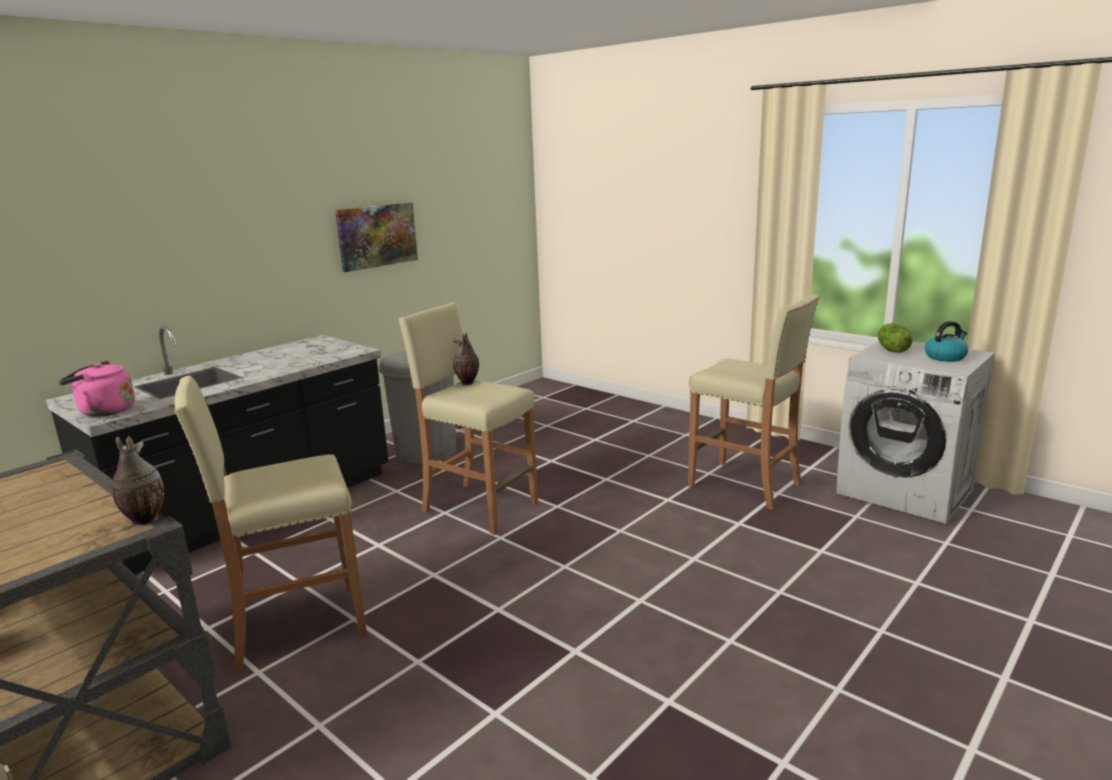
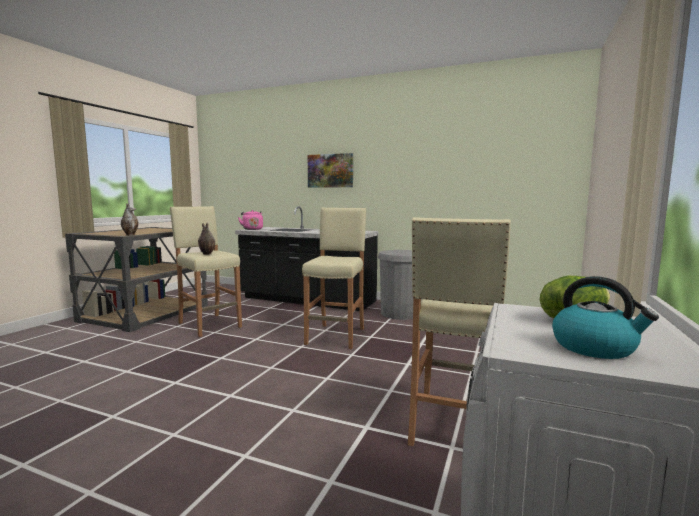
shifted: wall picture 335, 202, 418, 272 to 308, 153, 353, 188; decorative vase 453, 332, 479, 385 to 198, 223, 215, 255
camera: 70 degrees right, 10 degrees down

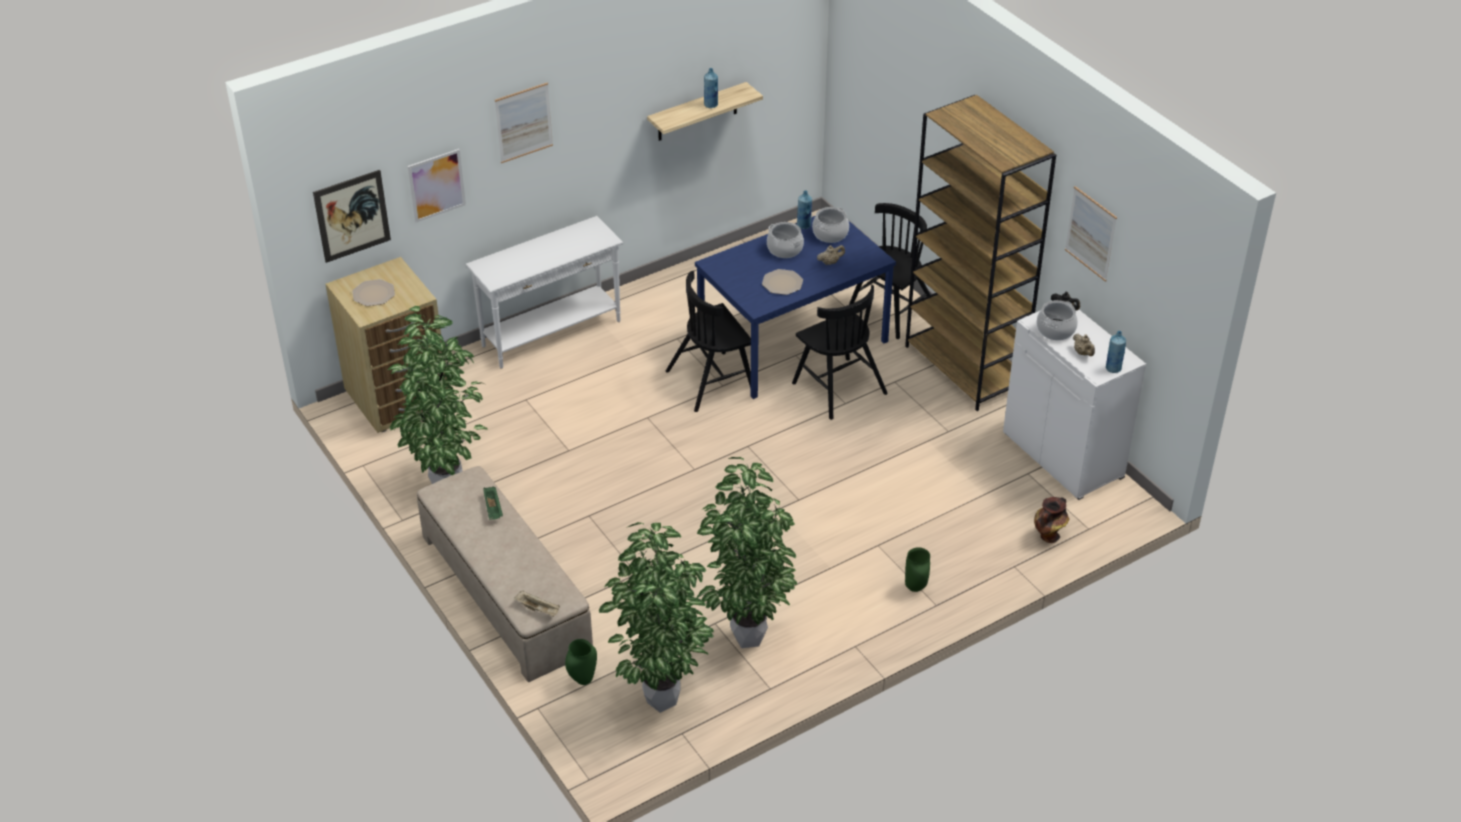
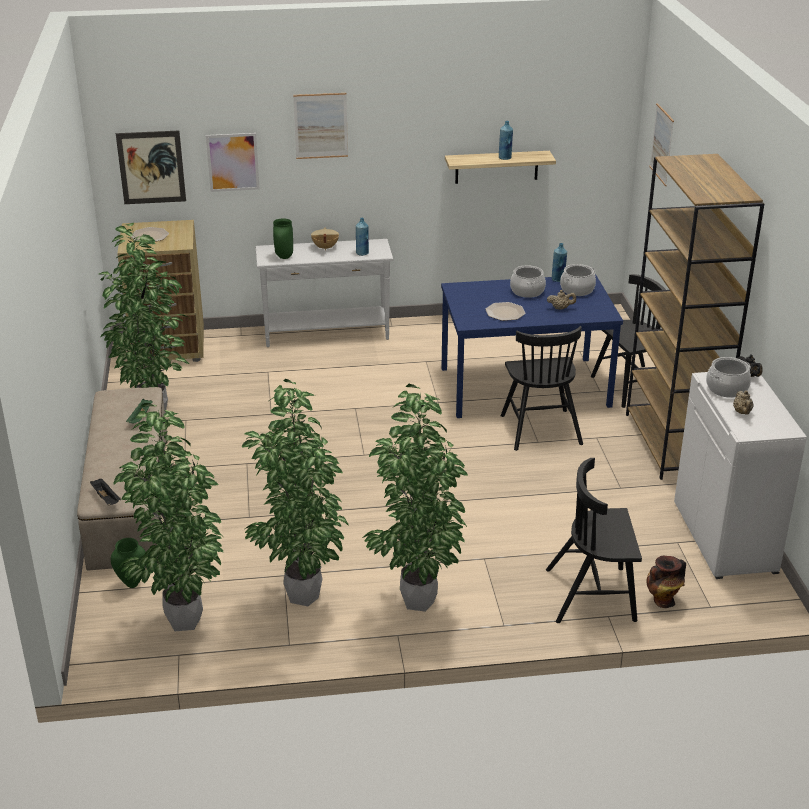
new: cooking pot (sand-coloured) 311, 228, 339, 250; houseplant 362, 384, 468, 612
shifted: chair (blackish) 665, 271, 751, 412 to 546, 458, 642, 623; decorative vase (green) 905, 547, 930, 592 to 273, 218, 293, 259; wall picture 1065, 186, 1117, 282 to 649, 103, 674, 186; bottle (blue) 1106, 331, 1126, 373 to 356, 218, 369, 256
repainted: tray (sand-coloured) 514, 591, 560, 617 to tray (blackish) 90, 478, 121, 505
camera: 25 degrees right, 10 degrees down

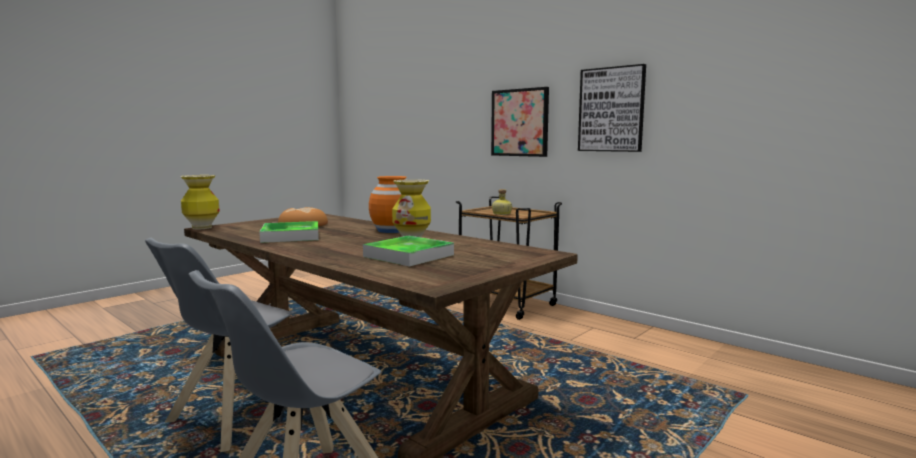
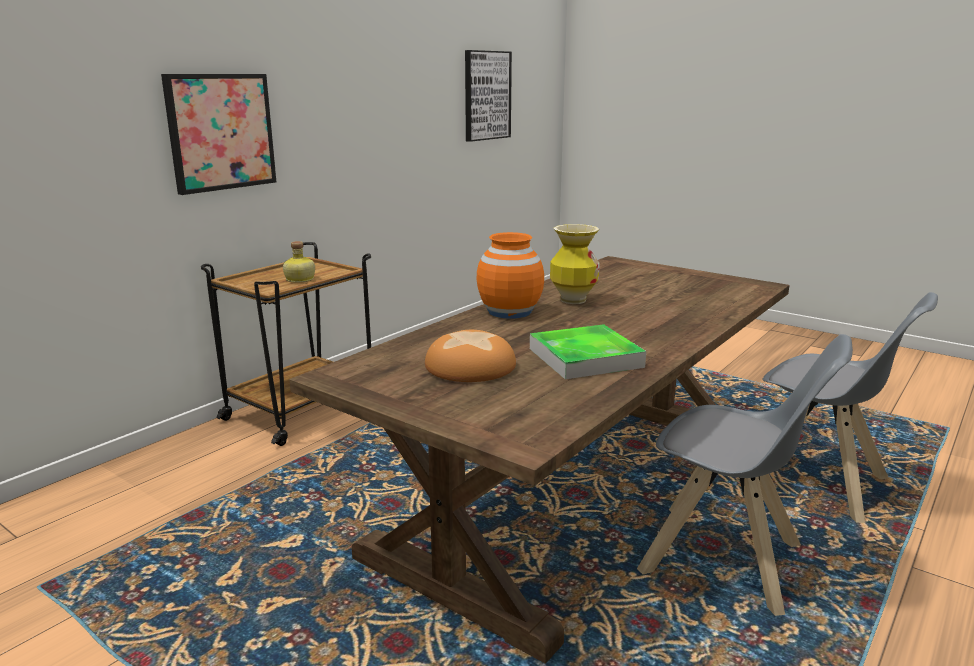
gone: decorative vase 180, 175, 220, 229; tray 363, 236, 454, 267
shifted: wall picture 578, 64, 646, 152 to 465, 50, 512, 142
camera: 95 degrees left, 10 degrees up

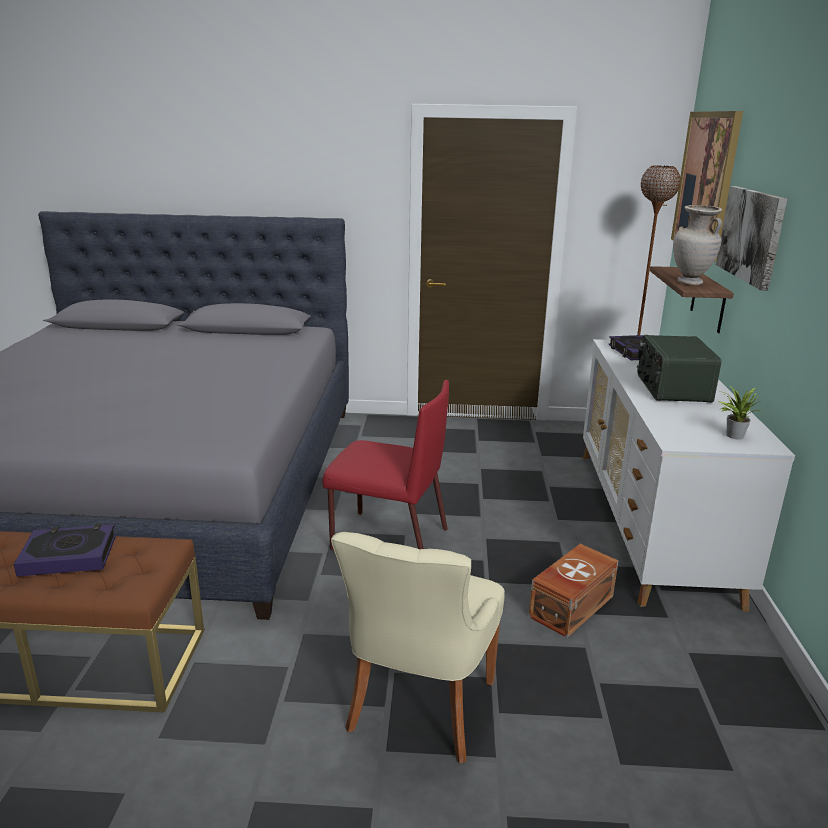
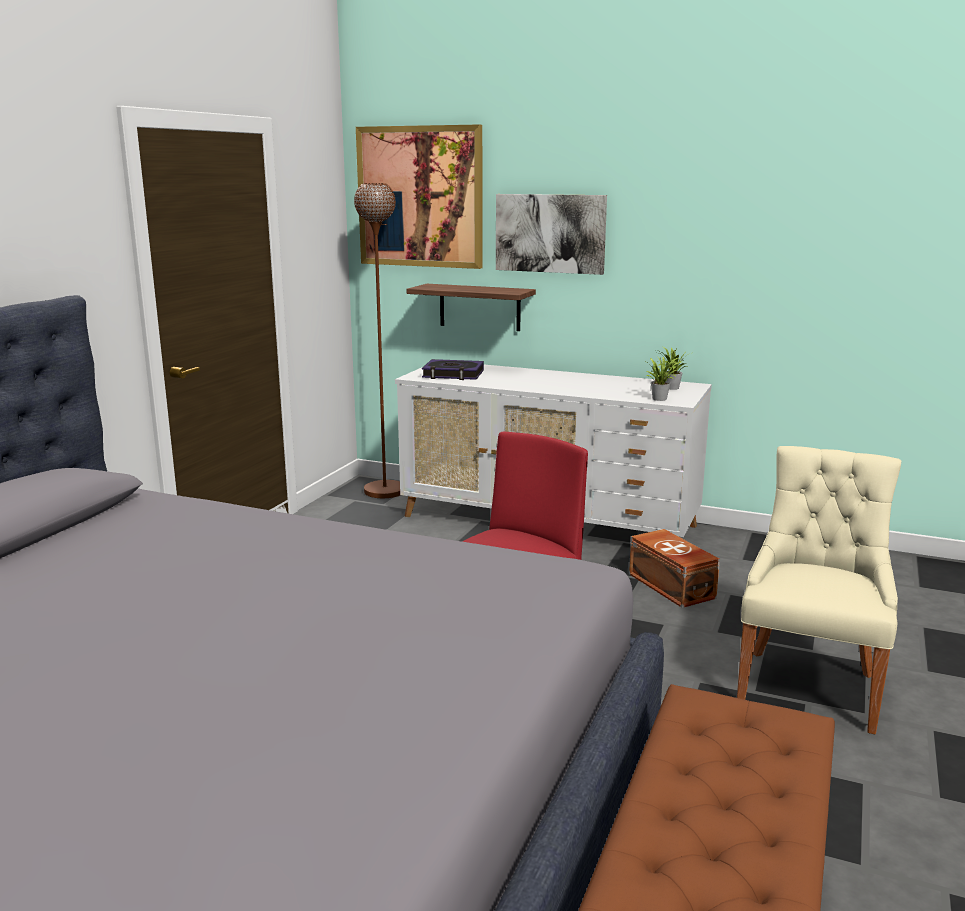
gone: volume 14, 524, 116, 577; radio receiver 637, 335, 721, 402; decorative vase (sand-coloured) 673, 205, 722, 285
new: houseplant 644, 356, 682, 401
rotated: chair (sand-coloured) 331, 532, 505, 764 = 737, 446, 901, 734 105 degrees counterclockwise
camera: 70 degrees left, 5 degrees down

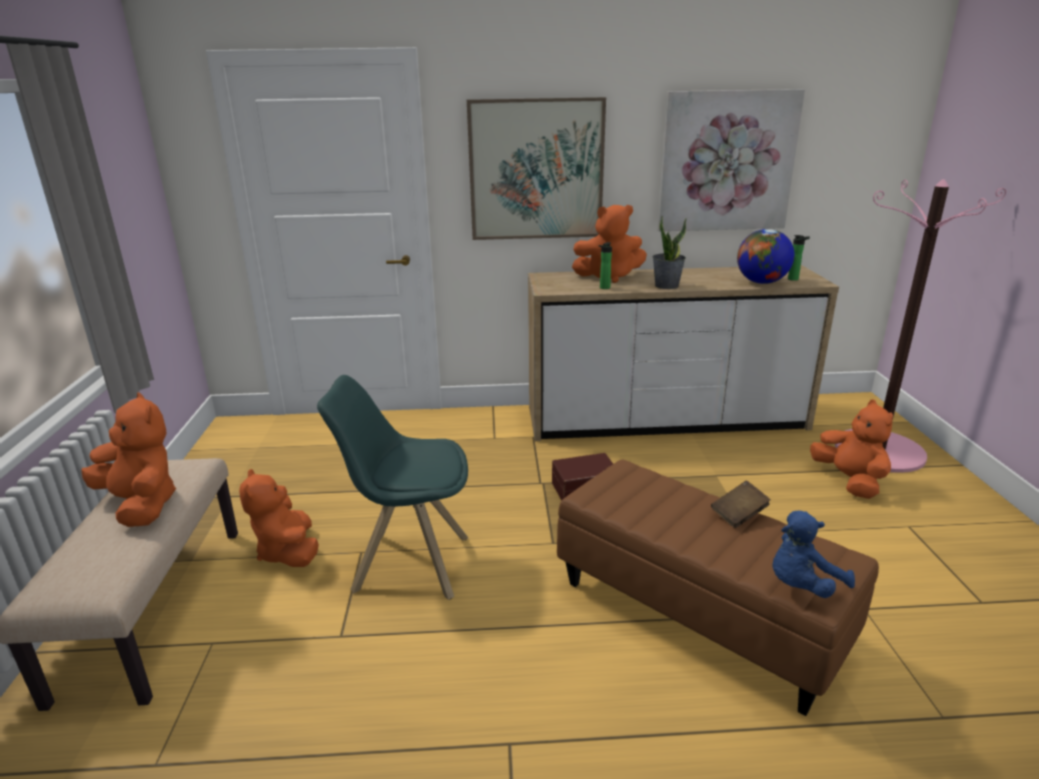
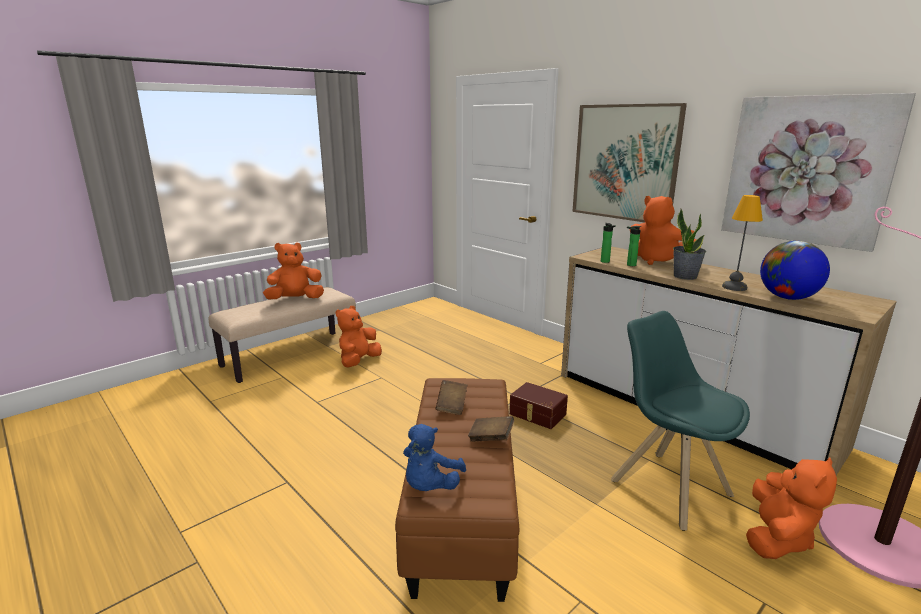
new: volume (brownish) 436, 380, 467, 415; table lamp 722, 195, 763, 291
shifted: chair (turquoise) 317, 375, 468, 600 to 611, 311, 750, 531; bottle 788, 235, 810, 281 to 601, 223, 616, 263
rotated: cuddly toy (orangey) 81, 392, 176, 527 = 263, 242, 324, 299 120 degrees counterclockwise; cuddly toy (blue) 772, 511, 855, 598 = 403, 424, 466, 491 90 degrees counterclockwise
camera: 50 degrees right, 5 degrees down

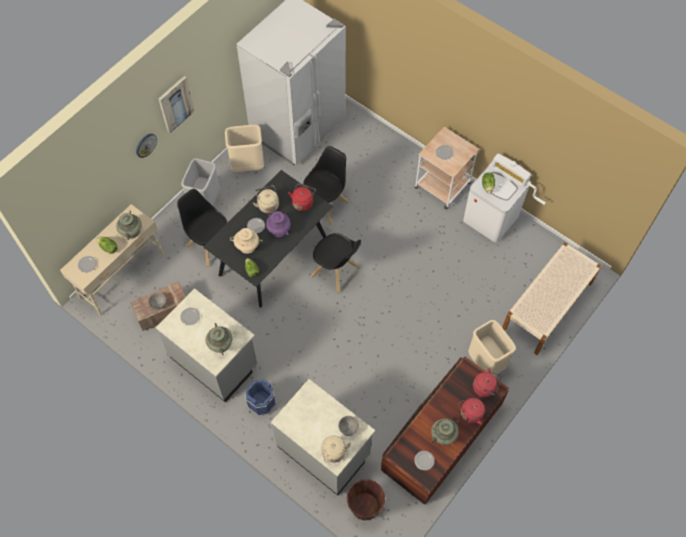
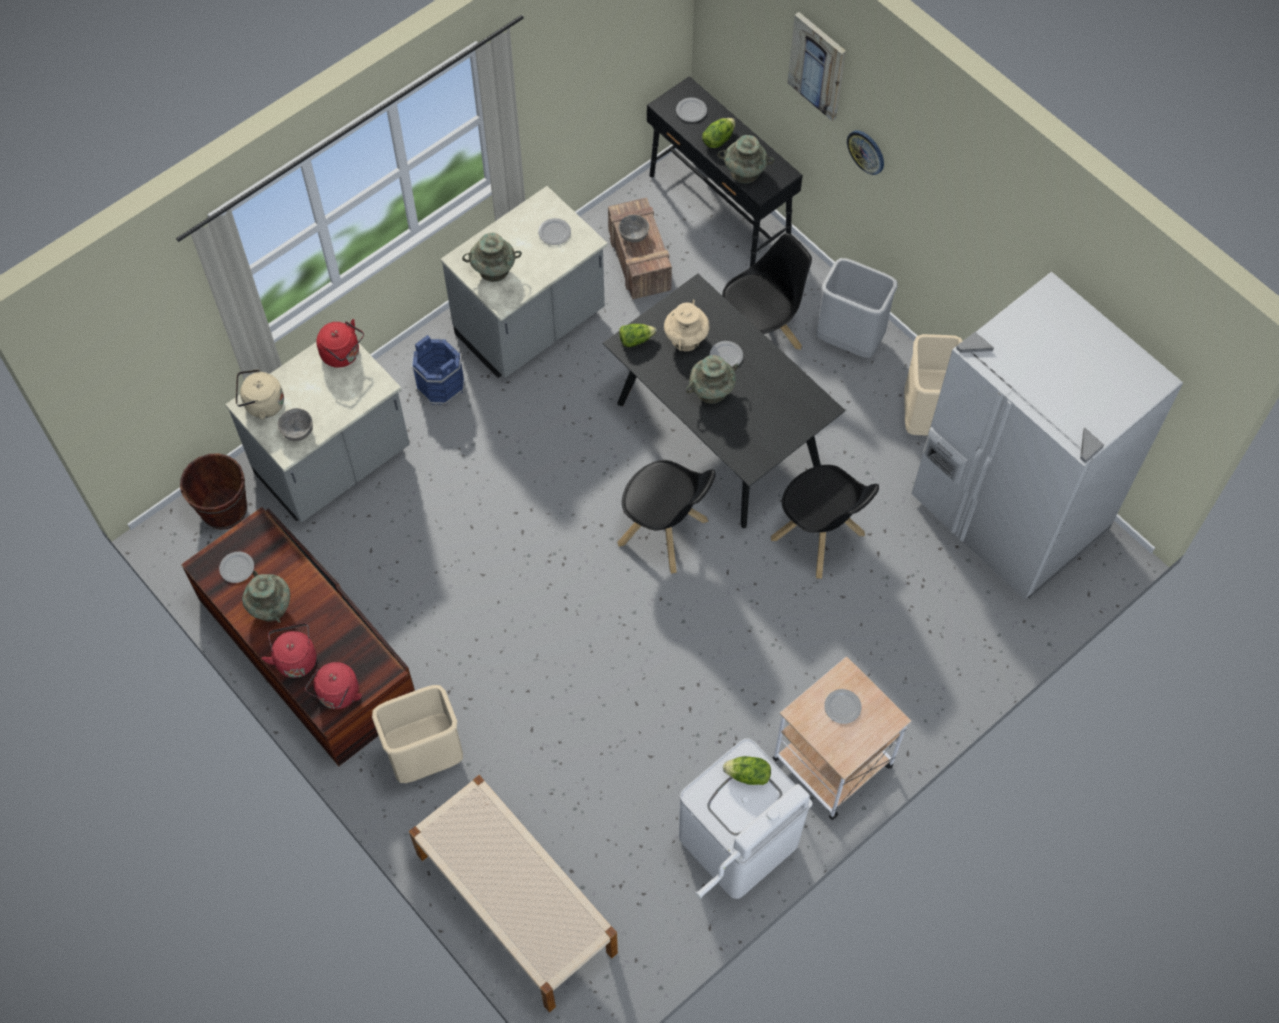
gone: kettle (sand-coloured) 253, 185, 279, 213
shifted: wall picture 158, 76, 194, 133 to 787, 12, 846, 121; kettle (reddish) 288, 183, 316, 211 to 316, 319, 364, 368
repainted: console table (sand-coloured) 60, 204, 164, 316 to console table (blackish) 647, 76, 803, 267; decorative vase (purple) 266, 211, 291, 237 to decorative vase (turquoise) 686, 355, 738, 404
rotated: chair (blackish) 311, 233, 361, 293 = 617, 460, 715, 574 105 degrees counterclockwise
camera: 100 degrees right, 0 degrees up

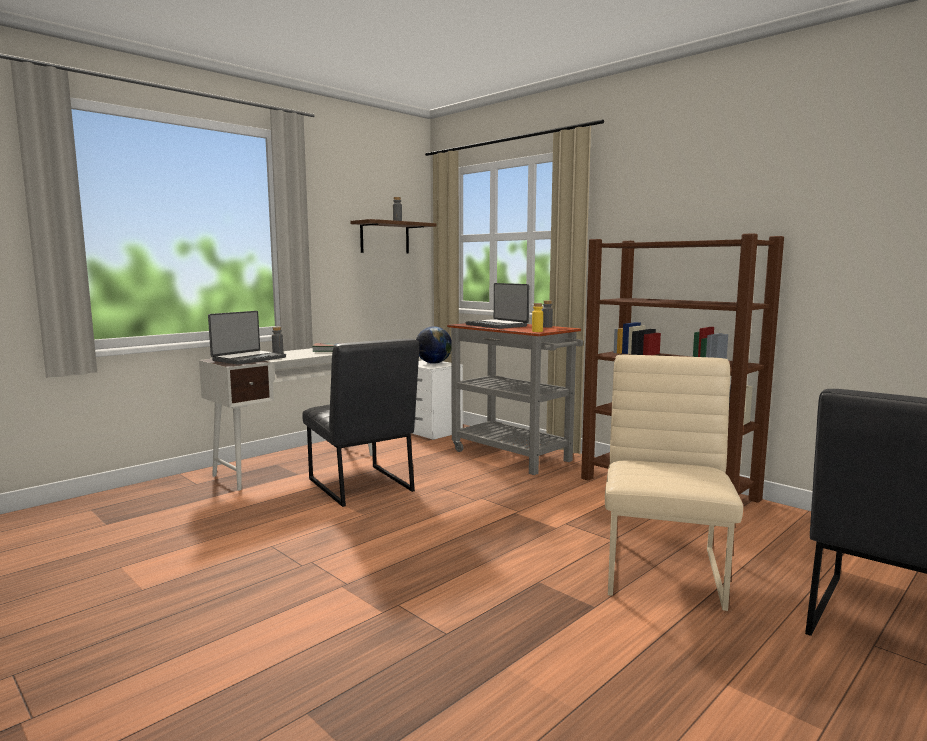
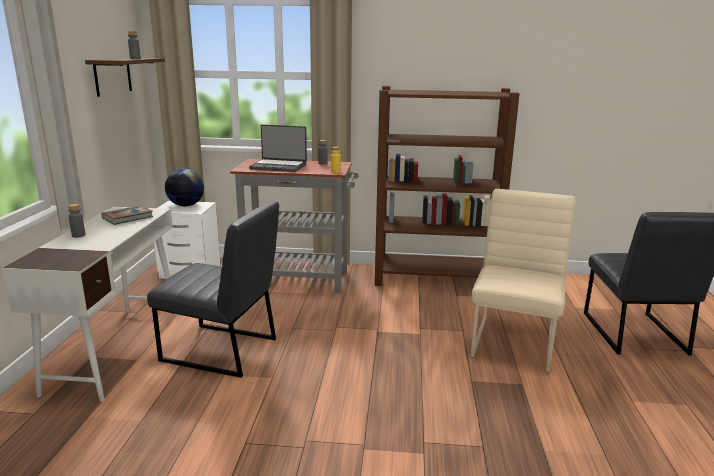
gone: laptop 208, 311, 286, 365
rotated: chair (sand-coloured) 605, 355, 743, 611 = 471, 189, 576, 372 45 degrees clockwise
camera: 40 degrees left, 10 degrees up

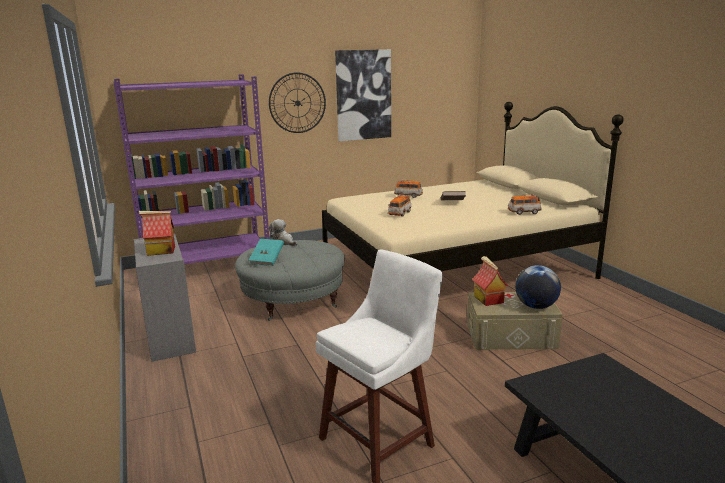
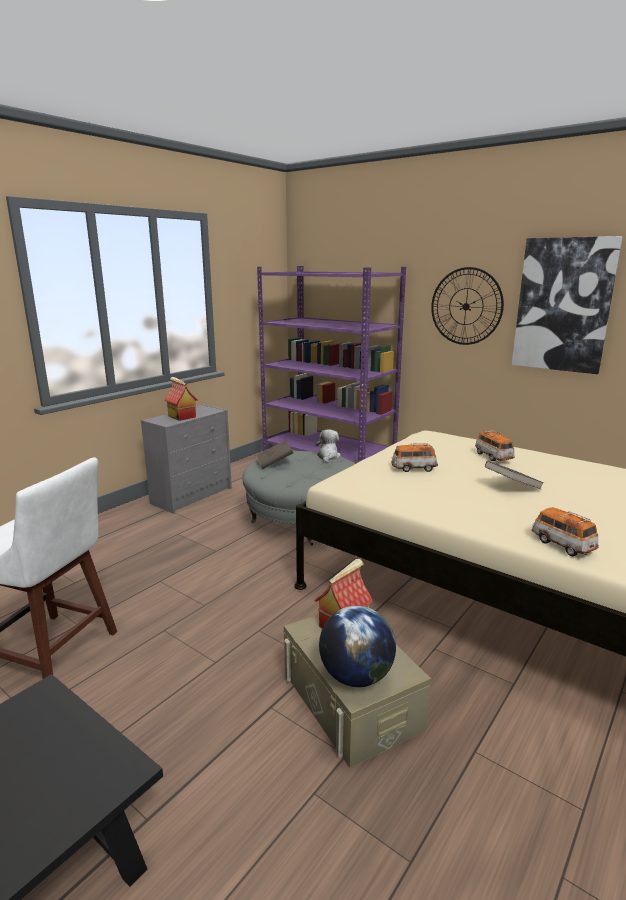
repainted: volume (turquoise) 249, 239, 284, 266 to volume (brownish) 256, 440, 293, 469
camera: 60 degrees right, 0 degrees up

